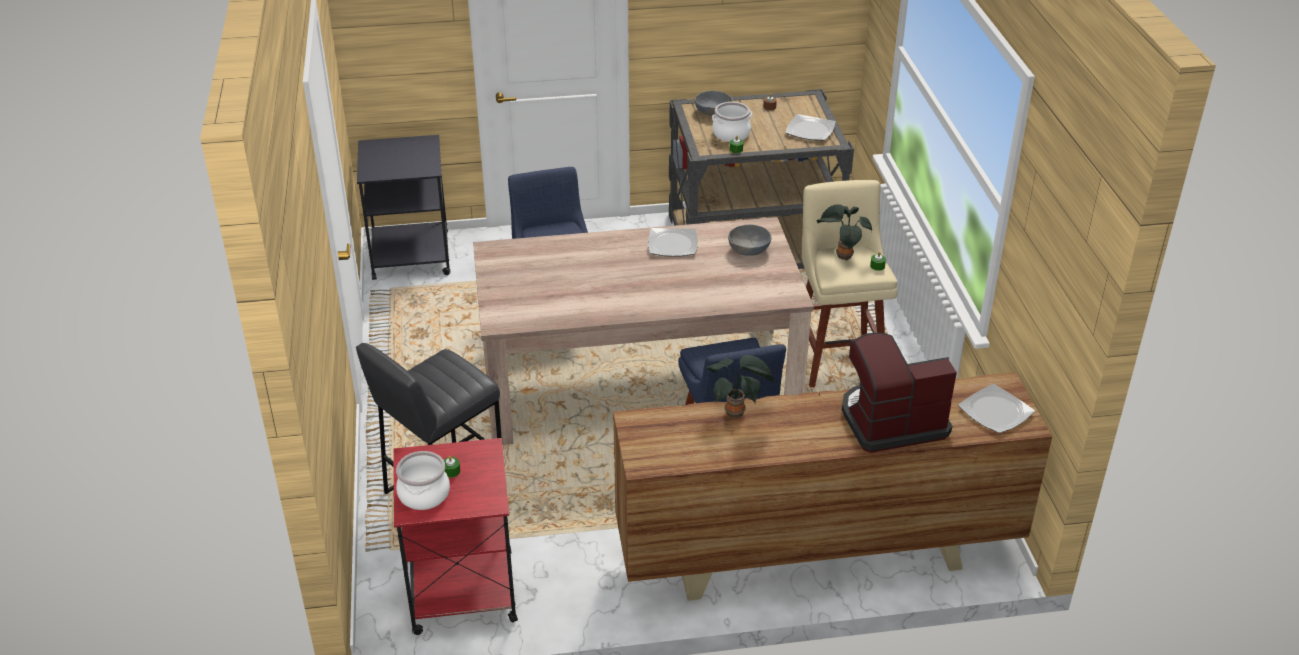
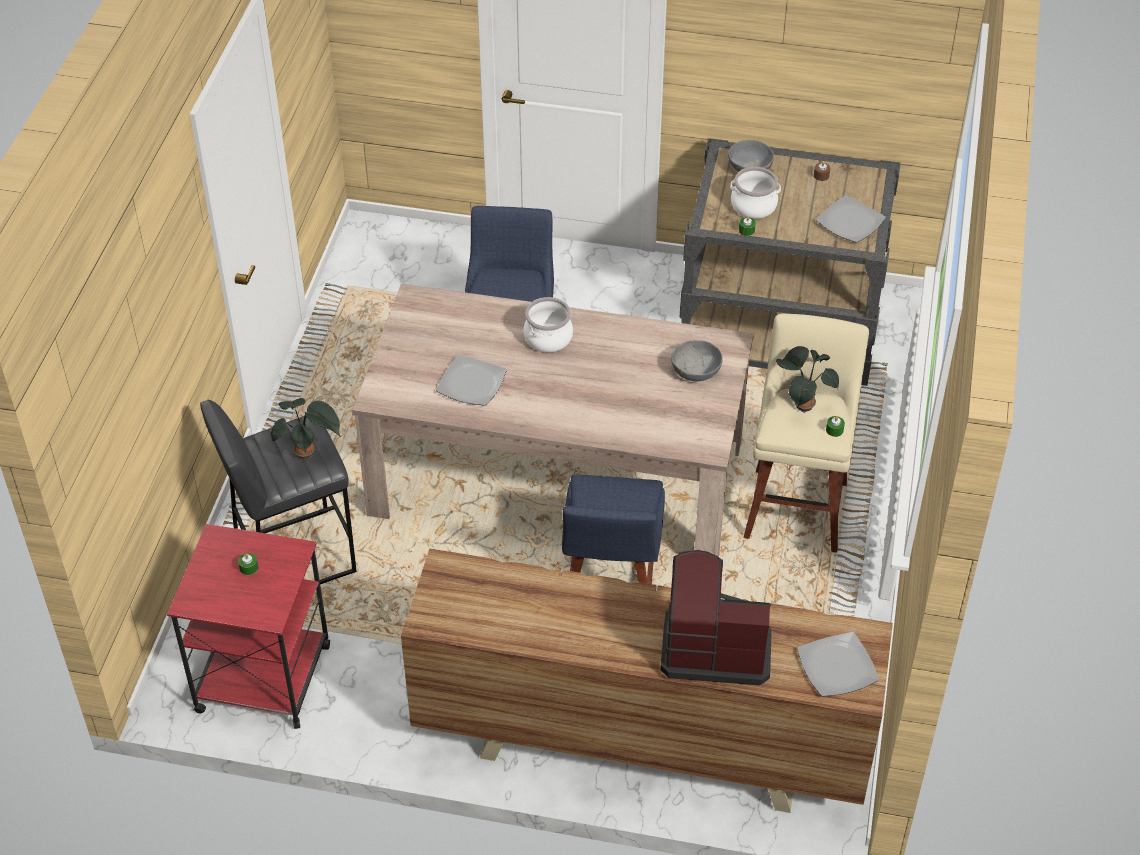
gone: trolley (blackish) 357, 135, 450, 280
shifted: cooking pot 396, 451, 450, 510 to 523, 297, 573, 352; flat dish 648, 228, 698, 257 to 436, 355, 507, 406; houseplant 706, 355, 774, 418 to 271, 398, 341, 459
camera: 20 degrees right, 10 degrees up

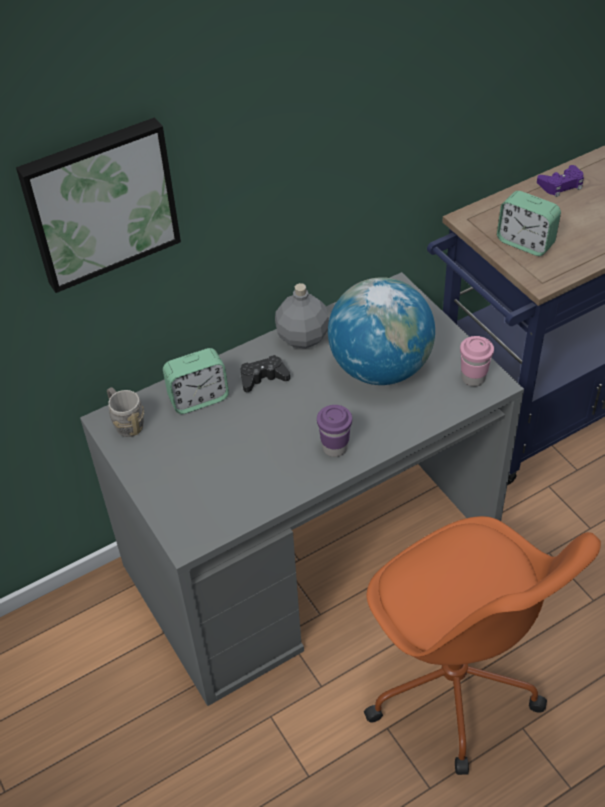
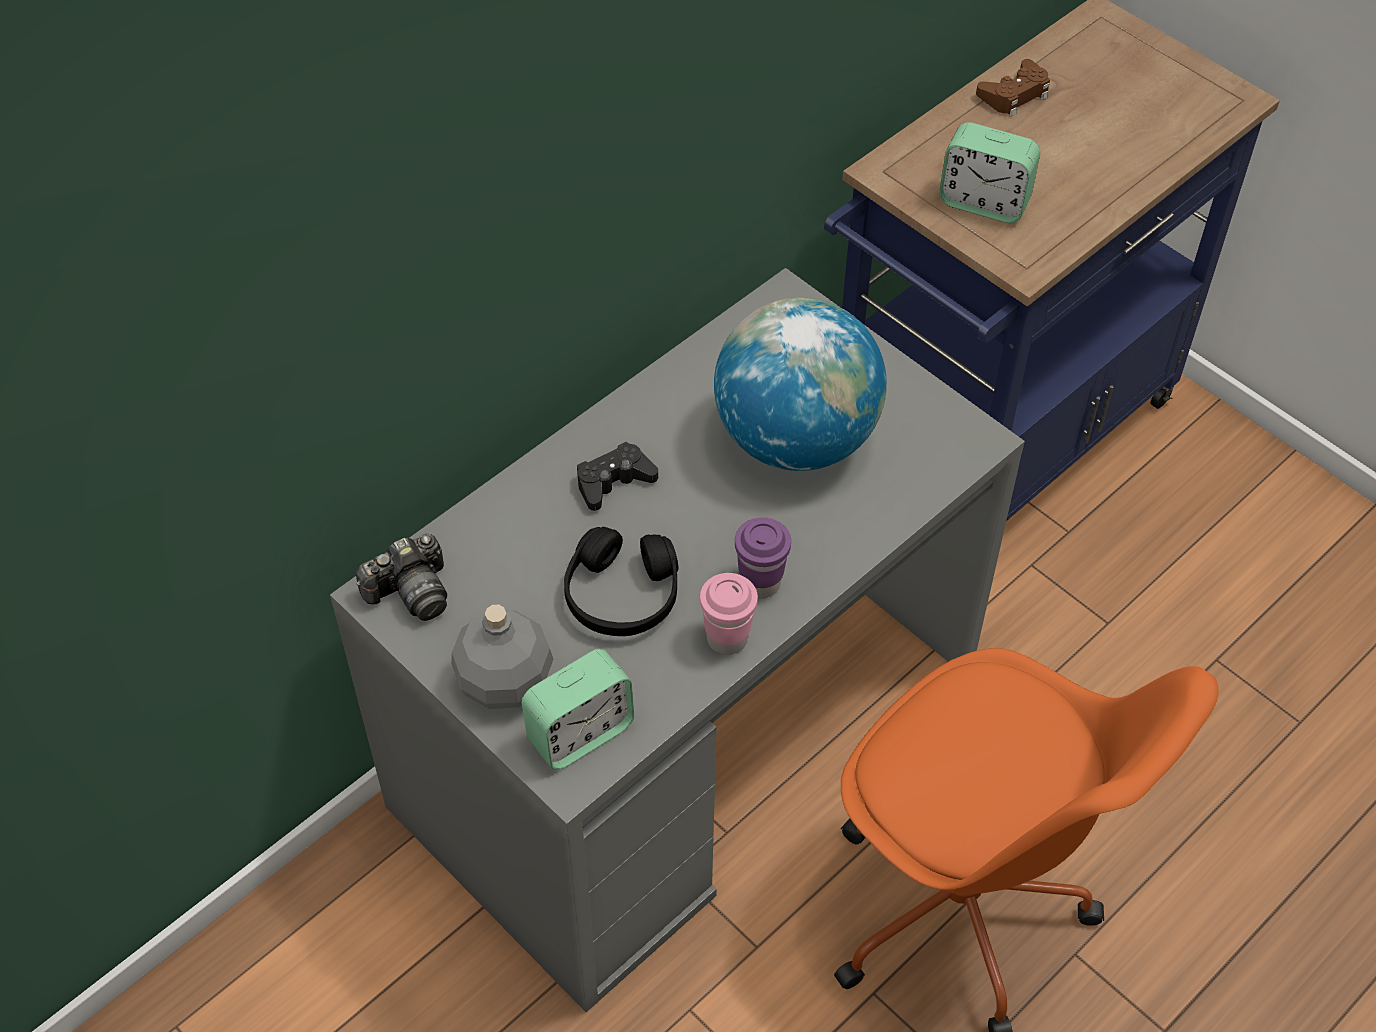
gone: wall picture 16, 117, 181, 293
new: headset (blackish) 564, 527, 678, 636
shifted: alarm clock 163, 348, 229, 414 to 521, 649, 634, 770; bottle (grey) 275, 283, 329, 348 to 451, 605, 553, 709; small cup (pink) 460, 336, 494, 386 to 700, 573, 758, 655
swapped: tea mug (grey) 107, 387, 144, 437 to photo camera 356, 534, 447, 621
repainted: gamepad (purple) 537, 165, 584, 197 to gamepad (brownish) 976, 59, 1050, 116
camera: 15 degrees left, 5 degrees up

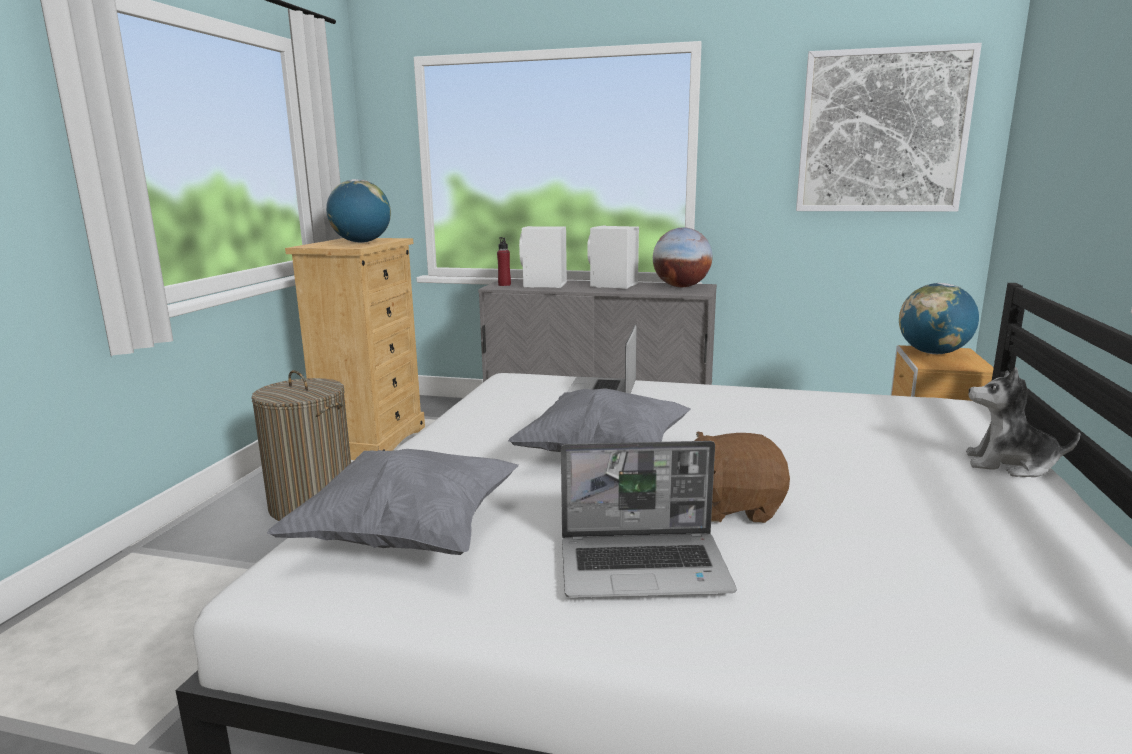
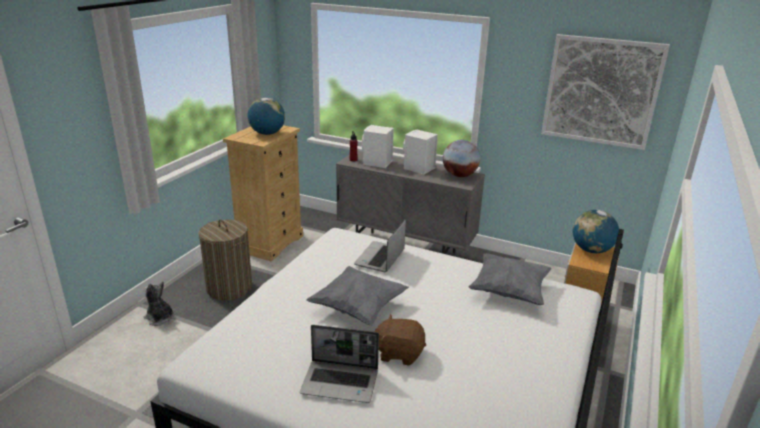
shifted: pillow (grey) 267, 449, 519, 555 to 469, 253, 552, 305; cuddly toy 966, 367, 1081, 477 to 143, 281, 174, 326
camera: 10 degrees right, 10 degrees up

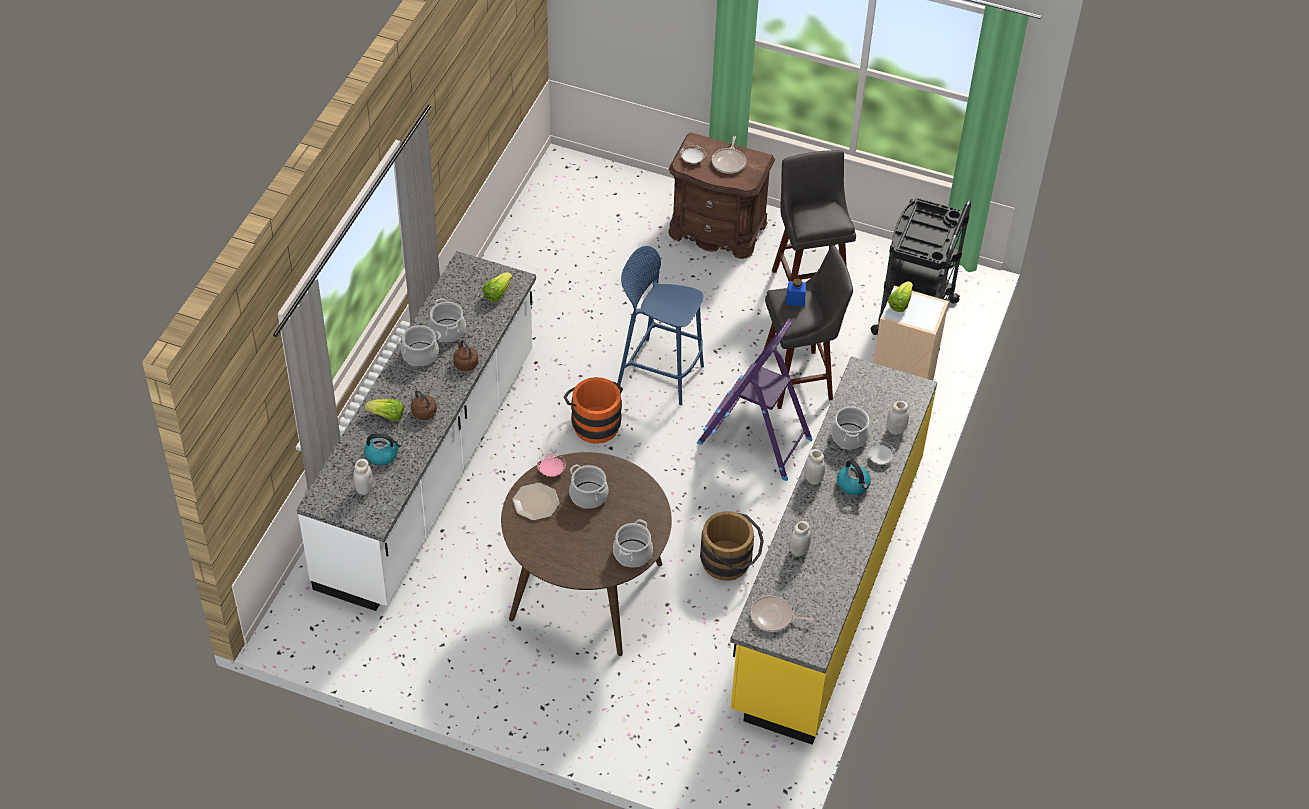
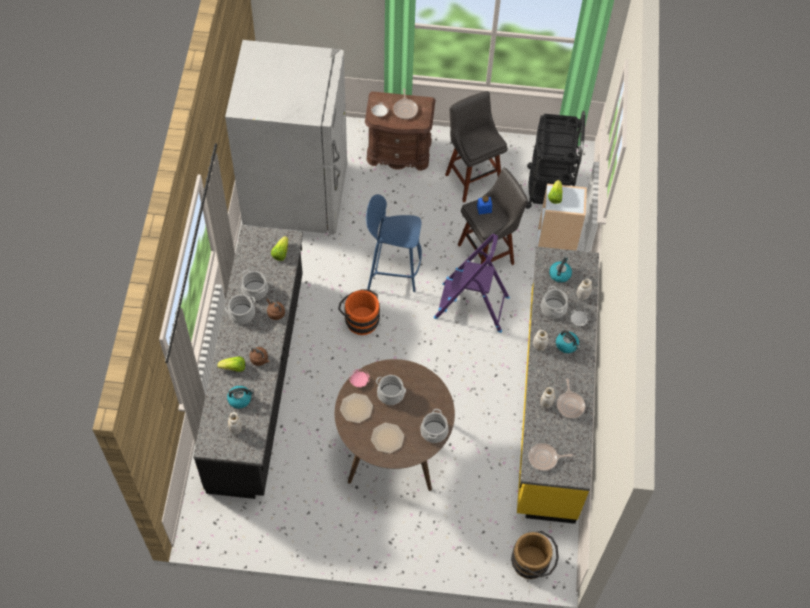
new: refrigerator (white-coloured) 225, 40, 347, 234; flat dish 371, 423, 404, 454; kettle 549, 256, 572, 283; frying pan 557, 378, 585, 419
shifted: pail (brownish) 700, 511, 764, 581 to 511, 531, 559, 579
repainted: counter (white-coloured) 297, 251, 536, 611 to counter (blackish) 193, 225, 303, 499
camera: 15 degrees left, 10 degrees up

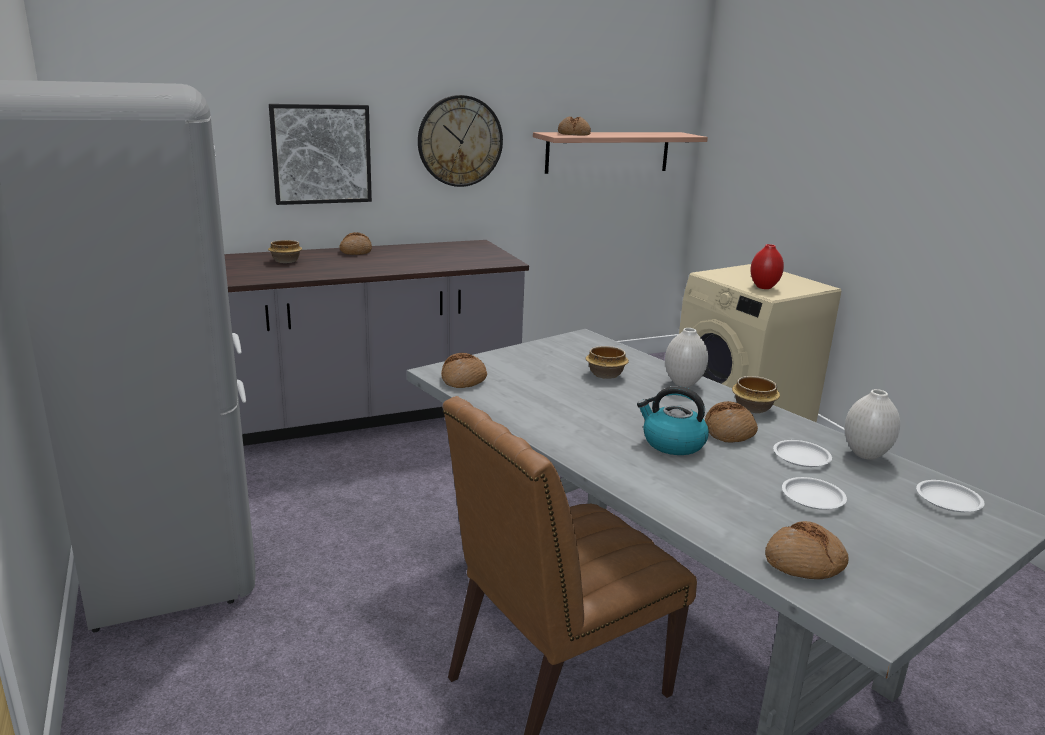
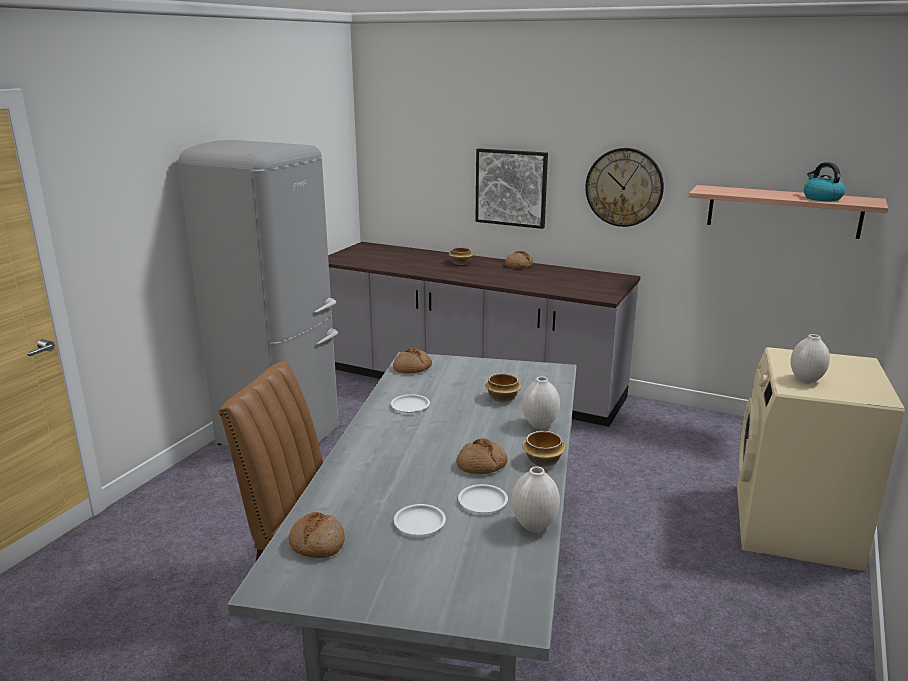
gone: baked bread 558, 117, 591, 135
shifted: kettle 637, 386, 709, 455 to 804, 162, 845, 201; flat dish (white-coloured) 916, 480, 985, 512 to 391, 394, 430, 413
repainted: decorative vase (reddish) 750, 244, 784, 289 to decorative vase (white-coloured) 791, 334, 830, 383
camera: 50 degrees right, 0 degrees up

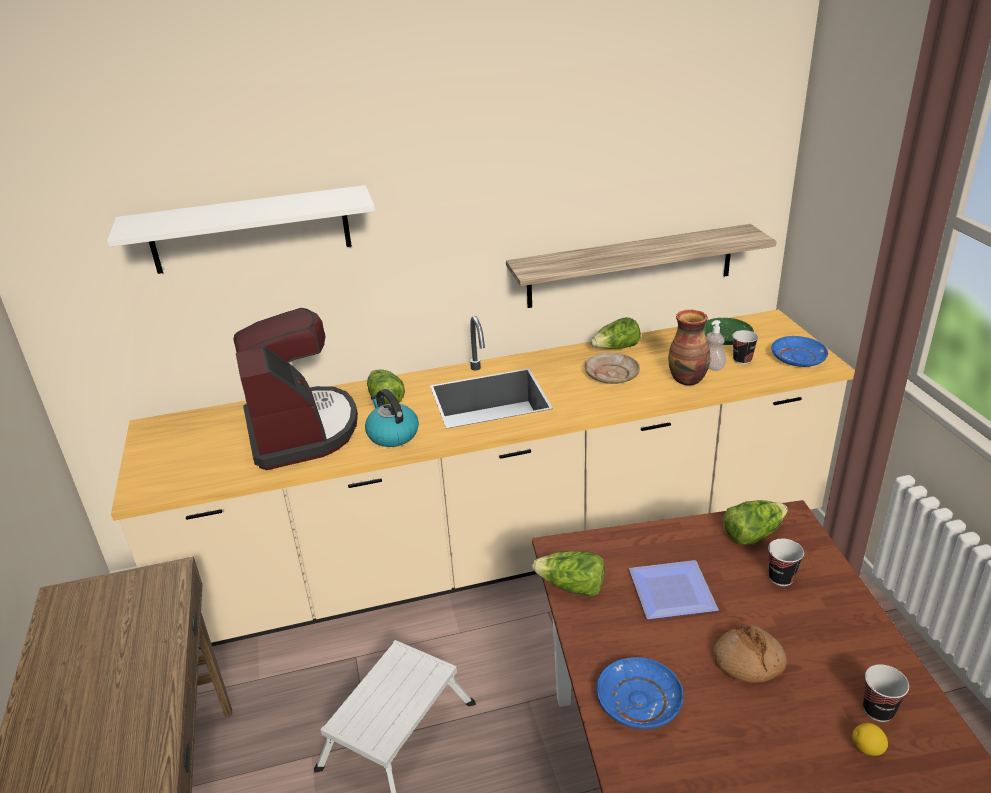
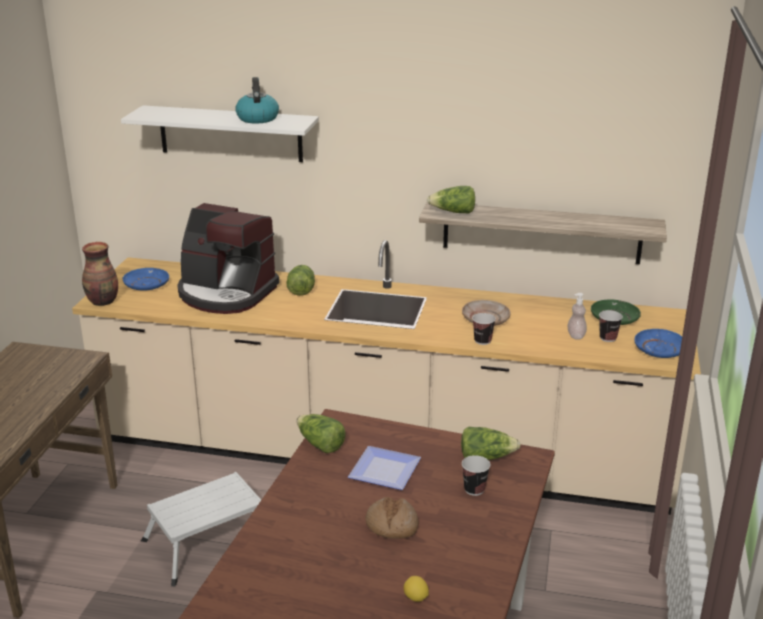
shifted: kettle 365, 389, 419, 447 to 235, 77, 279, 123; lettuce 591, 317, 641, 349 to 427, 186, 475, 213; flat dish (blue) 596, 657, 684, 729 to 123, 268, 169, 291; decorative vase 668, 310, 710, 385 to 82, 242, 118, 306; small cup 863, 664, 909, 722 to 472, 313, 496, 345
rotated: coffee maker 233, 308, 358, 470 = 177, 203, 279, 314 105 degrees clockwise
camera: 25 degrees right, 5 degrees down

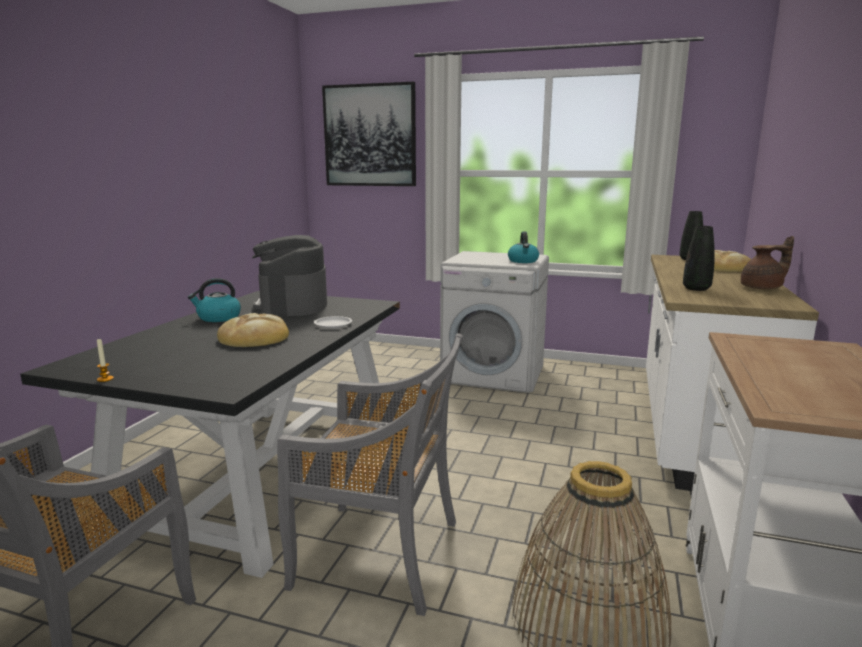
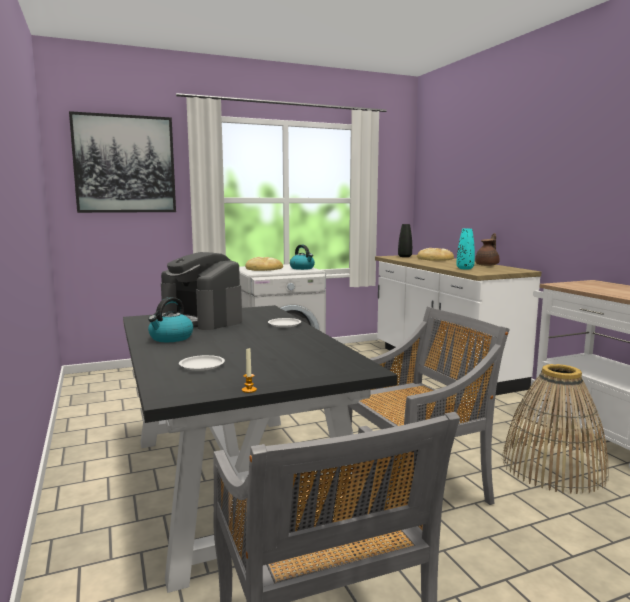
new: flat dish (white-coloured) 179, 355, 225, 371
shifted: baked bread 217, 313, 289, 347 to 245, 257, 283, 271
repainted: decorative vase (blackish) 683, 226, 715, 291 to decorative vase (turquoise) 457, 229, 475, 269
camera: 40 degrees left, 5 degrees down

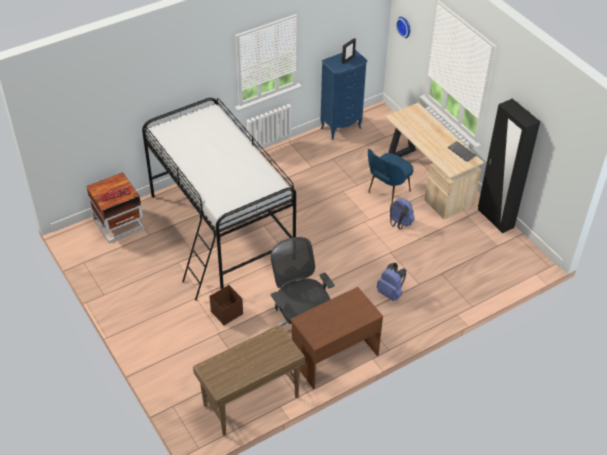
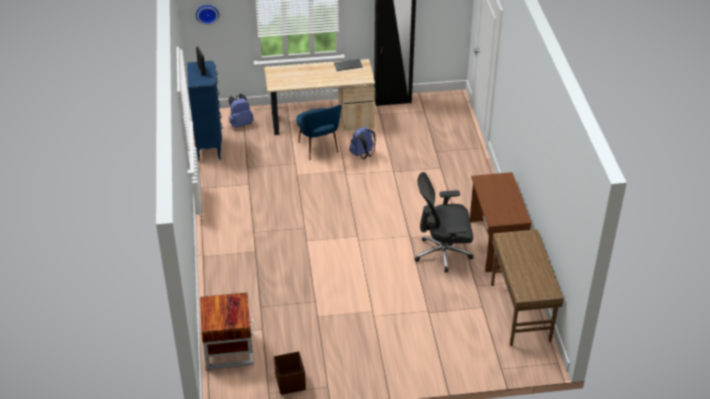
gone: sleeping bed (blackish) 142, 98, 296, 301
shifted: storage container (brownish) 209, 285, 243, 325 to 274, 351, 306, 395; rucksack (blue) 377, 263, 406, 301 to 228, 94, 254, 128
camera: 65 degrees left, 5 degrees down

